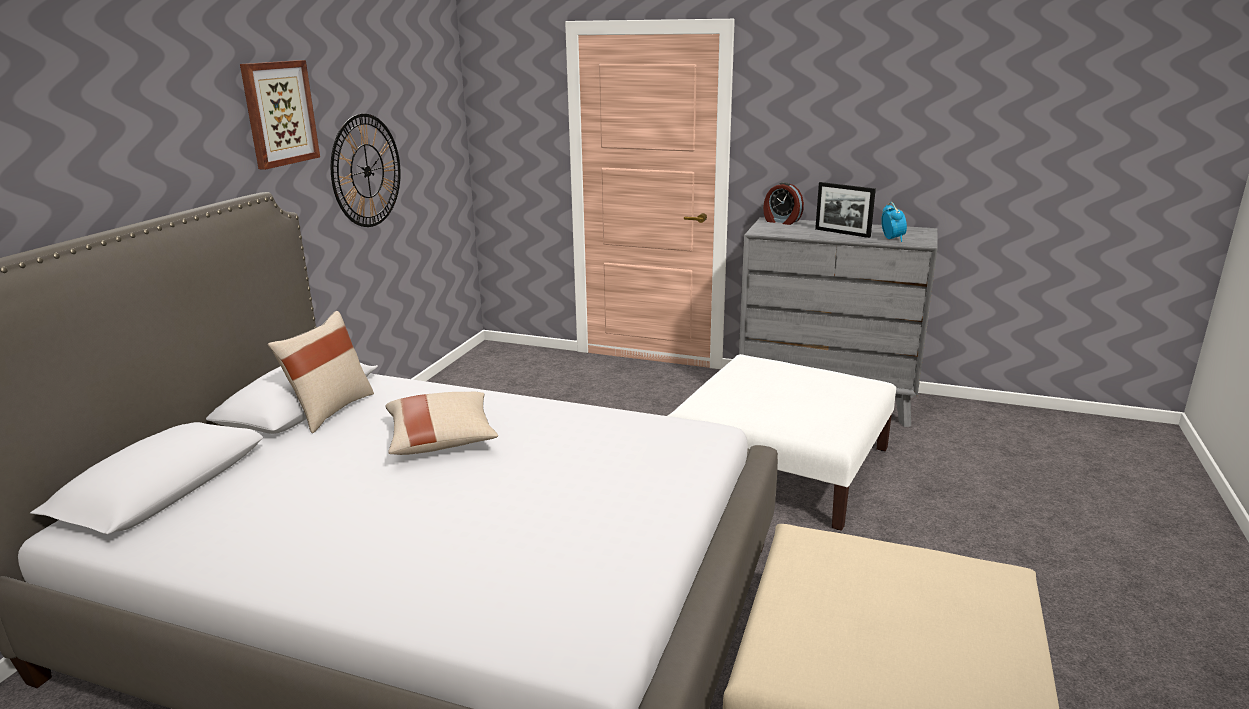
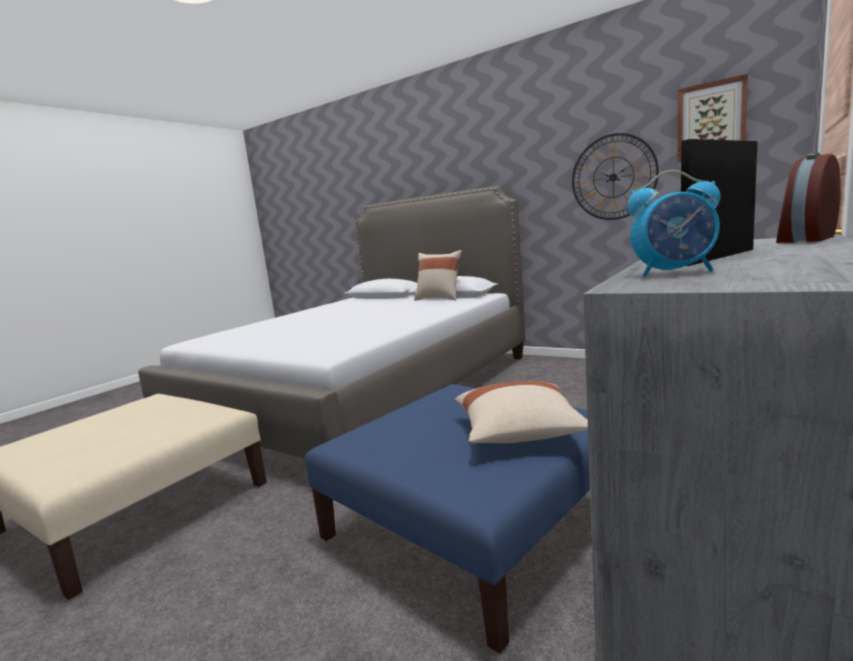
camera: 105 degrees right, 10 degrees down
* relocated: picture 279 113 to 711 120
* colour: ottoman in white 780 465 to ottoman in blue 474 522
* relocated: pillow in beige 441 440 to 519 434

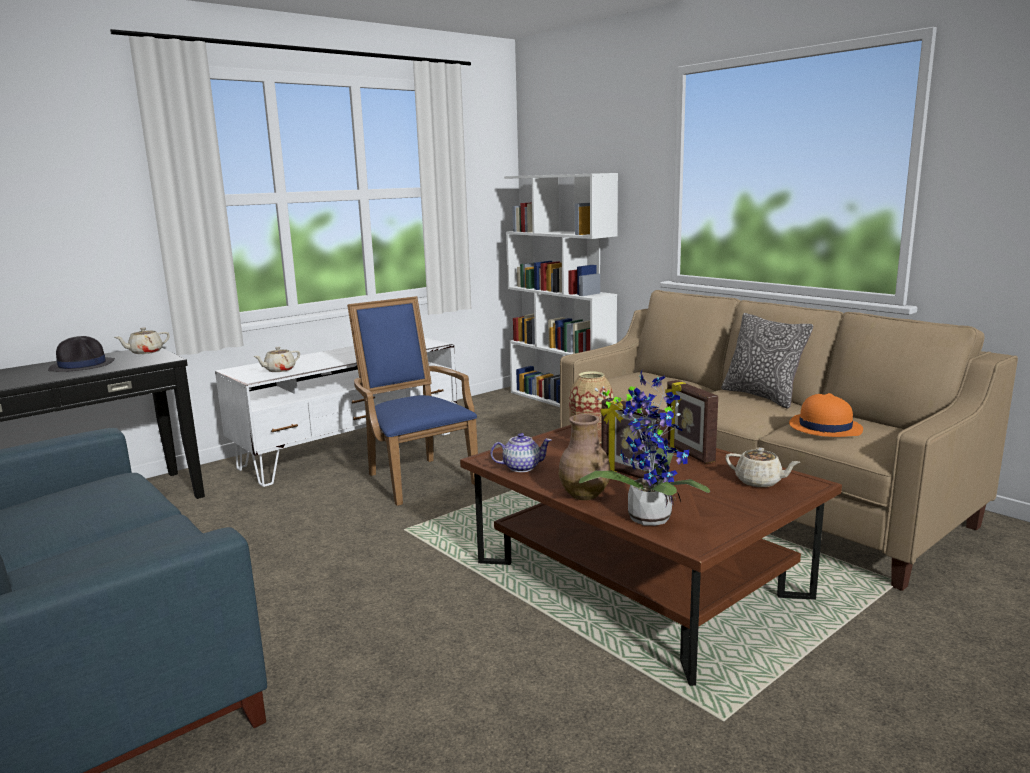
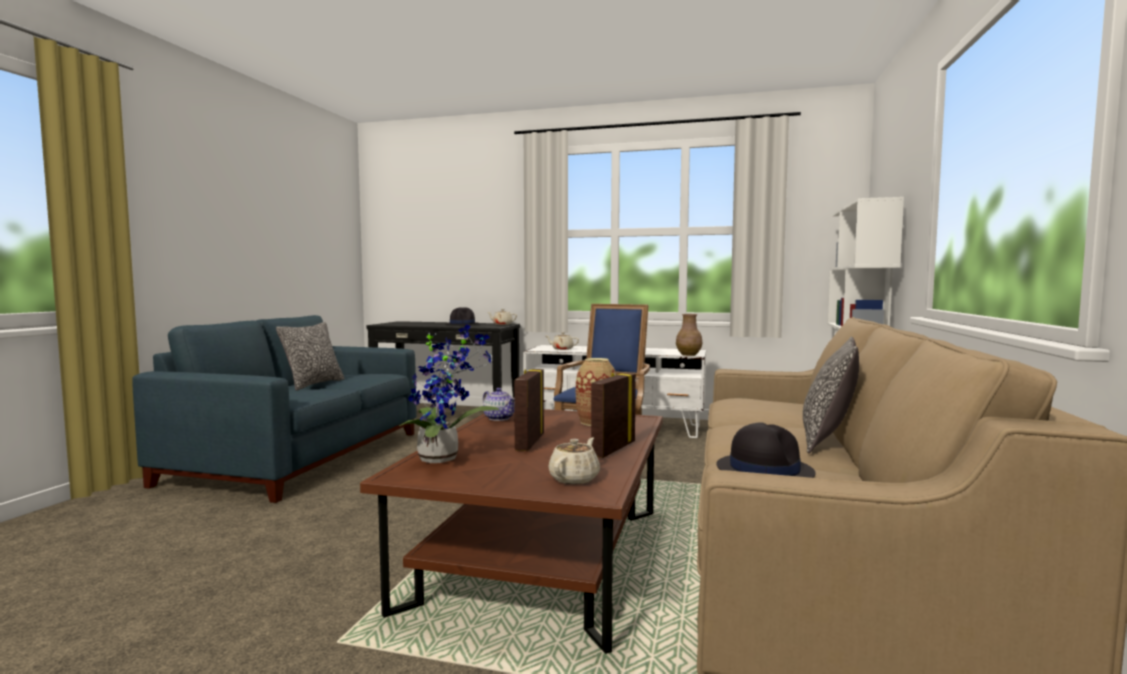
camera: 55 degrees right, 10 degrees down
* colour: hat in orange 824 427 to hat in black 764 470
* relocated: vase in brown 585 495 to 689 355
* spun: teapot in beige 759 482 = 575 478 150 degrees counterclockwise
* appeared: pillow 313 384

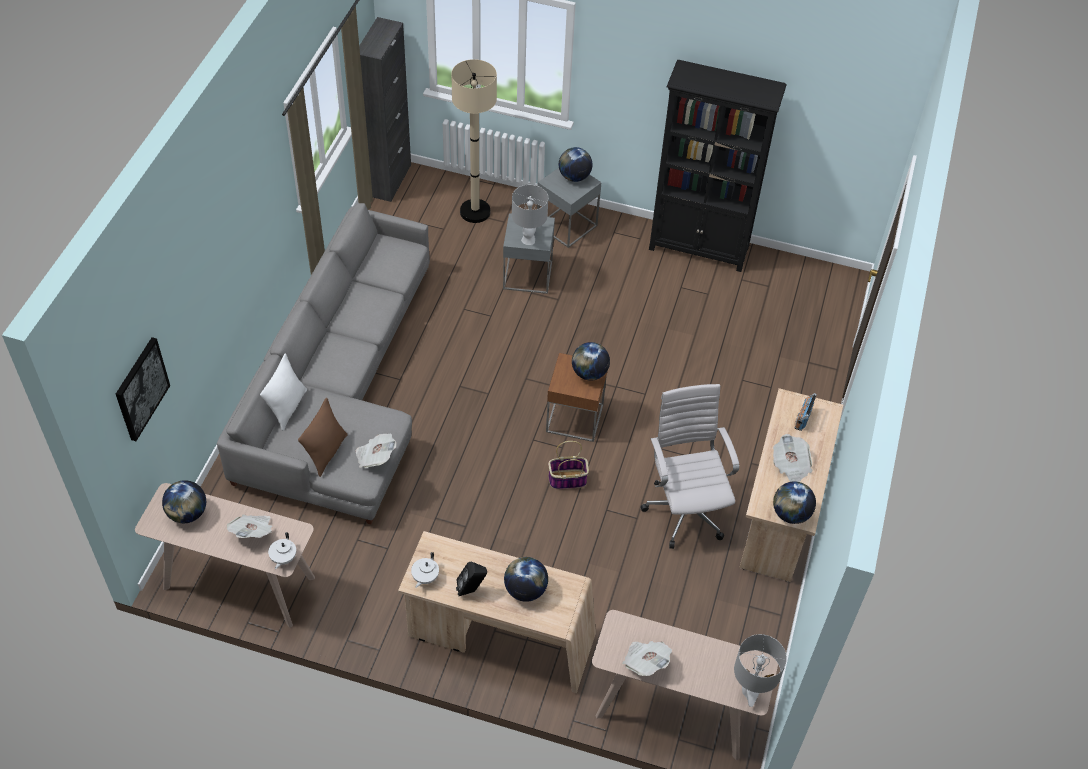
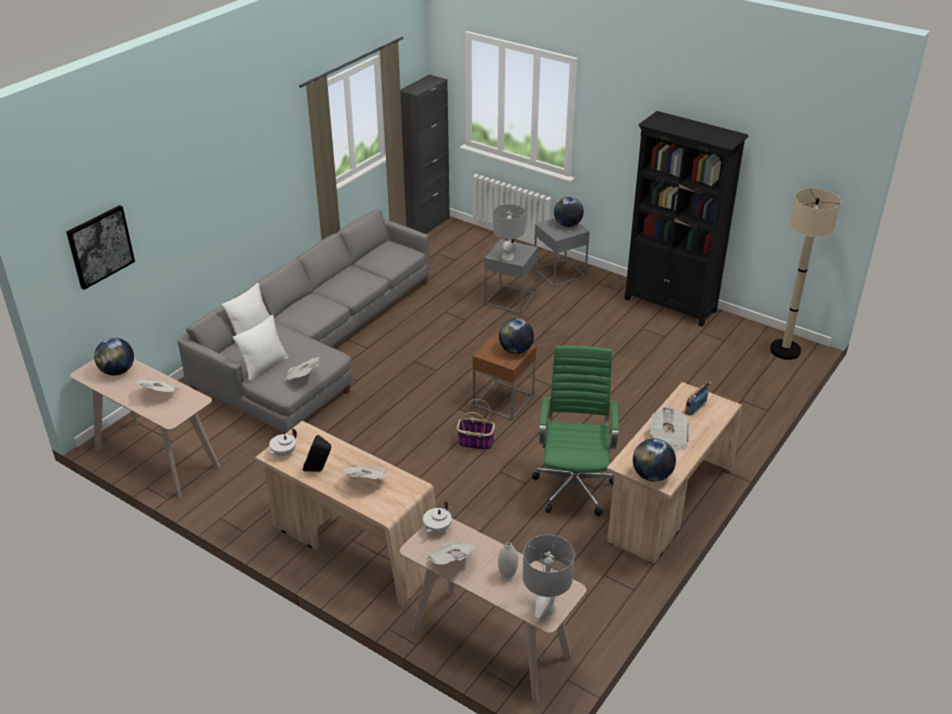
camera: 20 degrees right, 15 degrees down
* relocated: floor lamp in beige 475 212 to 785 350
* colour: office chair in white 684 509 to office chair in green 574 486
* colour: pillow in brown 326 453 to pillow in white 264 366
* relocated: teapot in white 283 558 to 437 528
* exchanged: globe 525 590 to newspaper 367 480
* appeared: vase in white 507 575

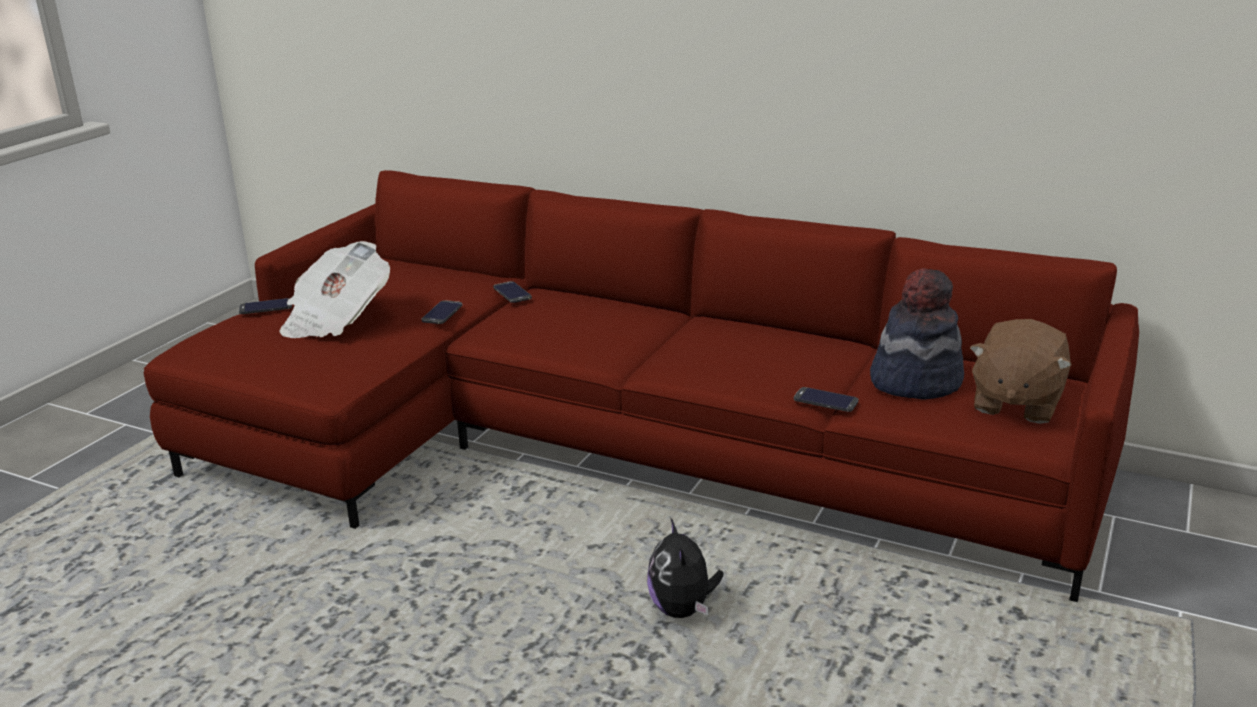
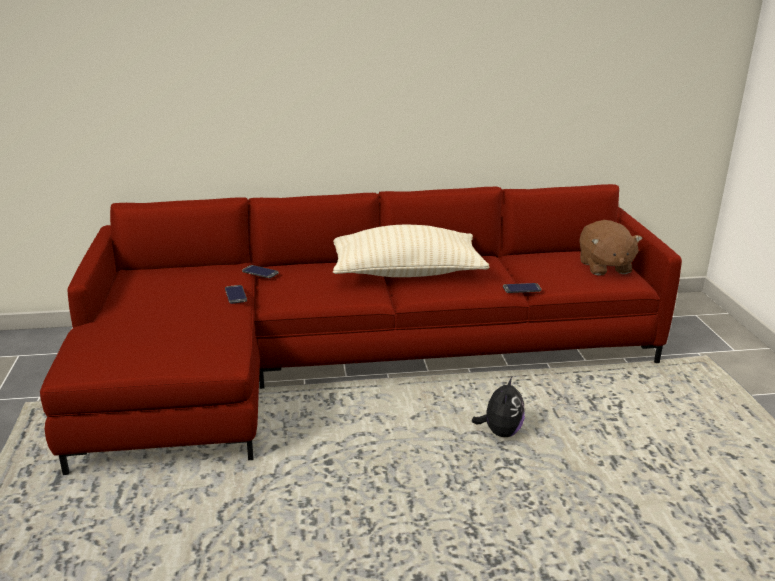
camera: 35 degrees left, 0 degrees up
* missing: newspaper 336 320
* missing: hat 915 381
* missing: phone 265 307
* spun: plush toy 683 609 = 500 432 120 degrees counterclockwise
* appeared: pillow in beige 406 273

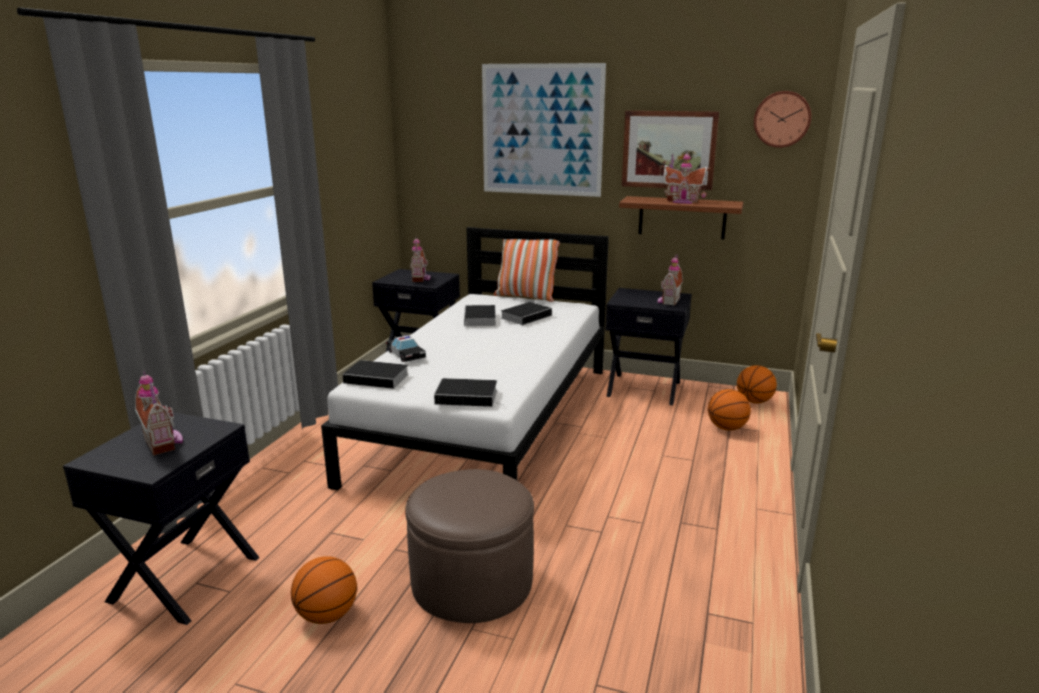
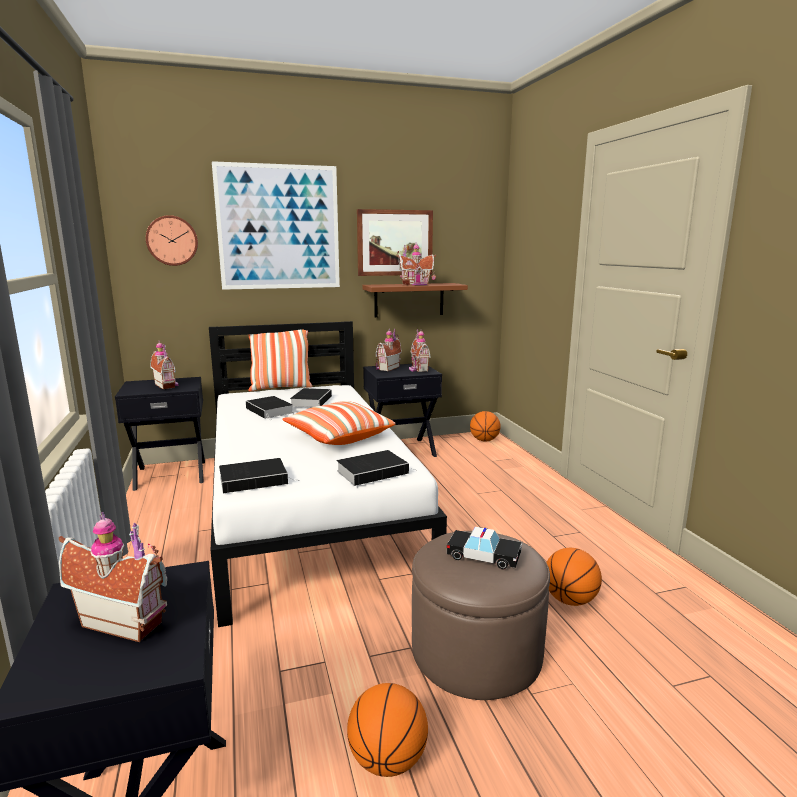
camera: 35 degrees left, 5 degrees down
* relocated: wall clock 782 119 to 172 240
* relocated: toy car 406 355 to 483 556
* relocated: basketball 726 428 to 570 600
* appeared: toy house 387 368
* appeared: pillow 338 437

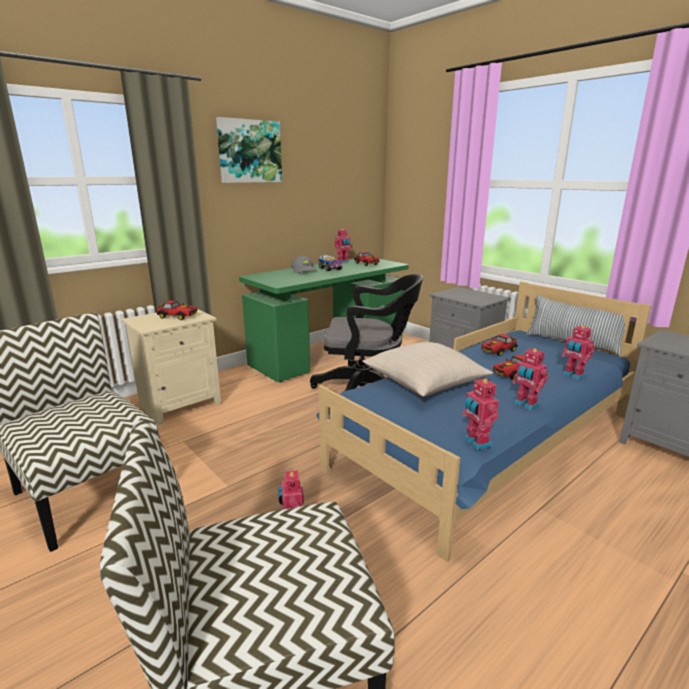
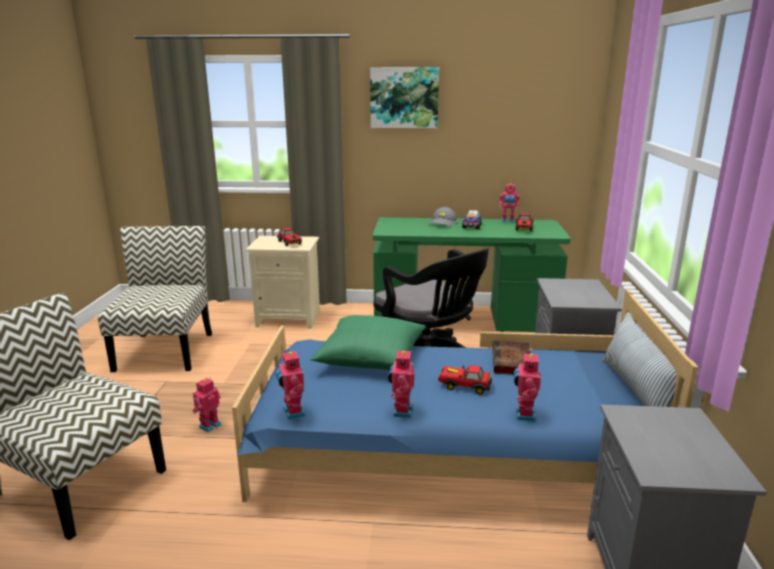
camera: 45 degrees right, 0 degrees up
* exchanged: toy car 498 351 to book 512 362
* colour: pillow in beige 424 383 to pillow in green 371 358
* spun: toy robot 476 443 = 292 412 45 degrees counterclockwise

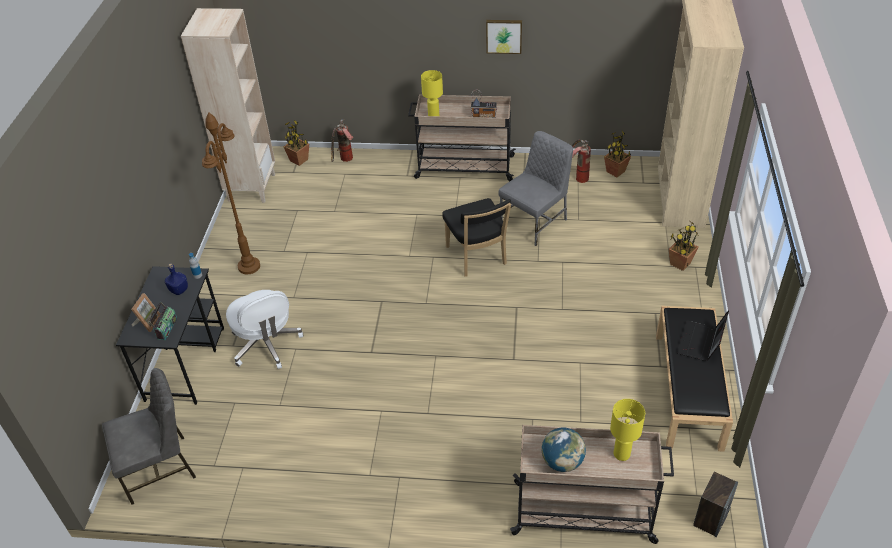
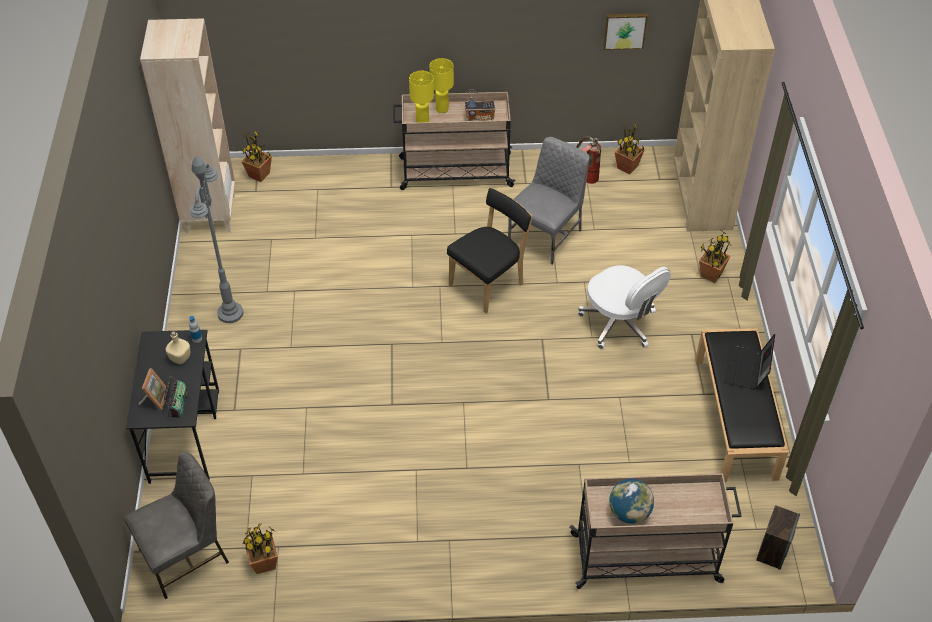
camera: 10 degrees left, 5 degrees up
* relocated: picture 504 36 to 624 30
* colour: floor lamp in brown 249 266 to floor lamp in grey 230 313
* missing: fire extinguisher 345 161
* spun: chair in black 477 257 = 489 283 105 degrees counterclockwise
* colour: bottle in blue 178 290 to bottle in beige 180 358
* relocated: office chair in white 266 344 to 619 323
* relocated: table lamp in yellow 621 454 to 441 109
* appeared: potted plant 264 563

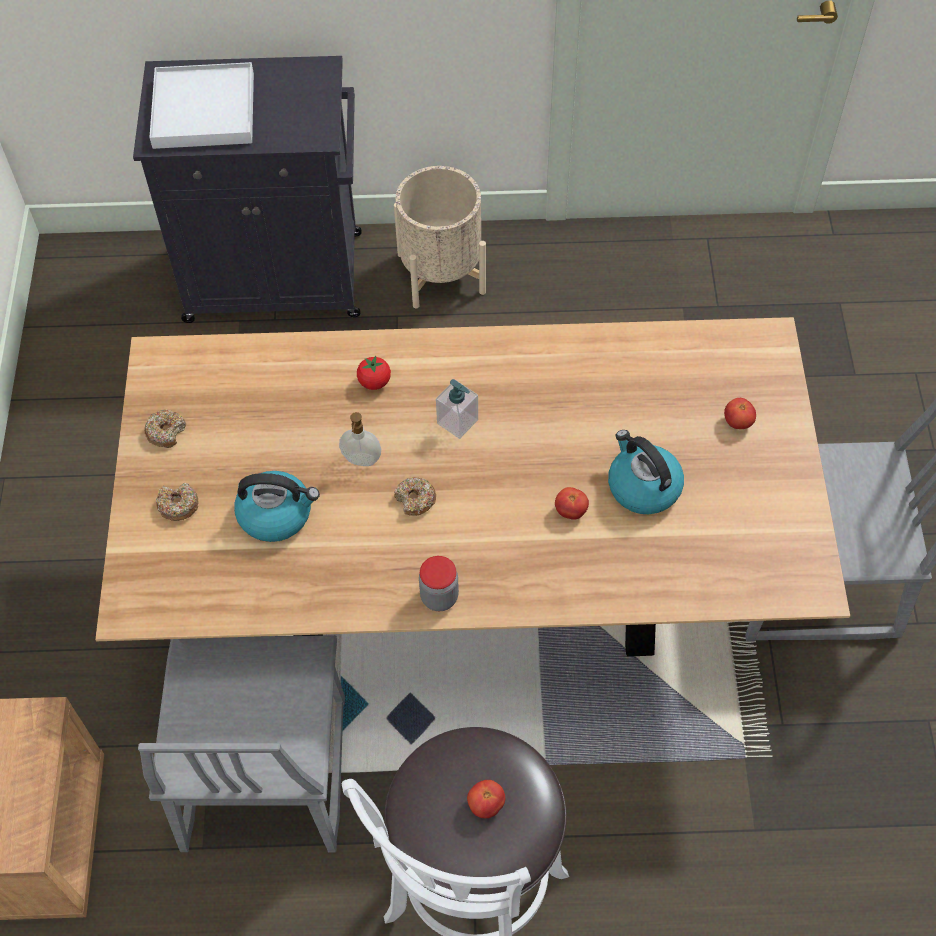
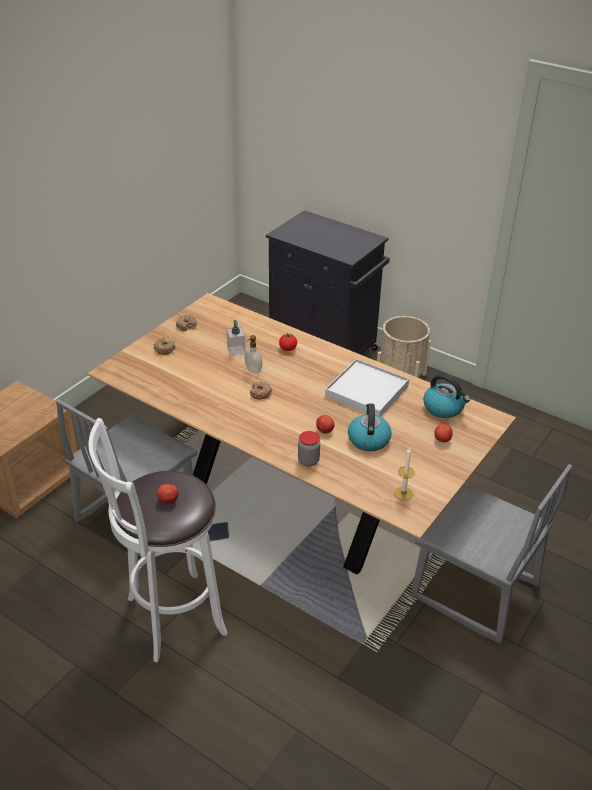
camera: 35 degrees right, 20 degrees down
* relocated: tray in white 204 110 to 367 391
* relocated: soap dispenser 457 422 to 236 351
* relocated: kettle 276 514 to 444 408
* relocated: jar 439 597 to 308 461
* appeared: candle 403 493

